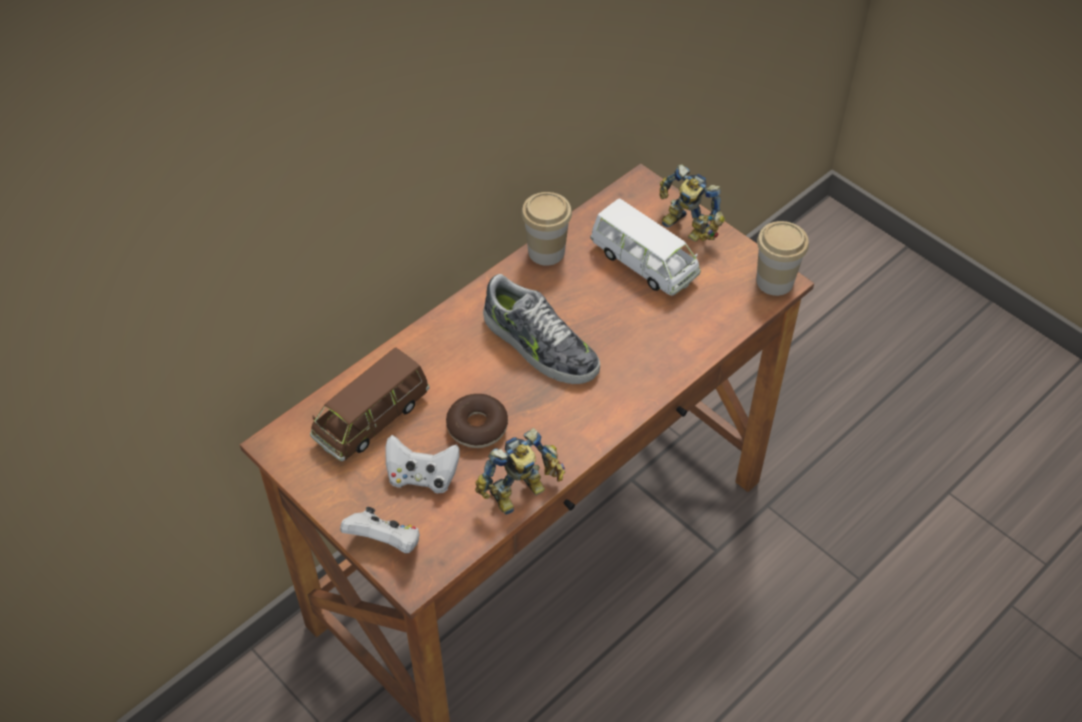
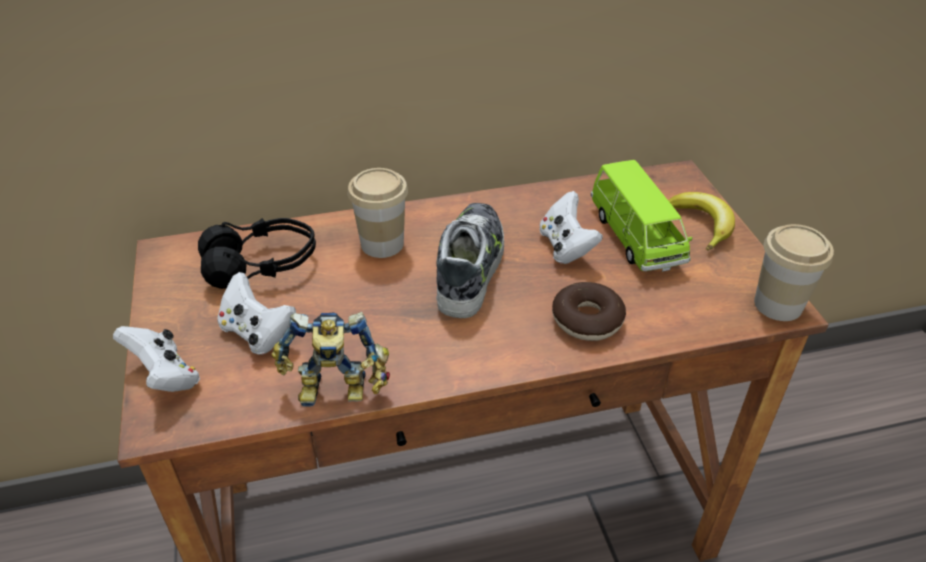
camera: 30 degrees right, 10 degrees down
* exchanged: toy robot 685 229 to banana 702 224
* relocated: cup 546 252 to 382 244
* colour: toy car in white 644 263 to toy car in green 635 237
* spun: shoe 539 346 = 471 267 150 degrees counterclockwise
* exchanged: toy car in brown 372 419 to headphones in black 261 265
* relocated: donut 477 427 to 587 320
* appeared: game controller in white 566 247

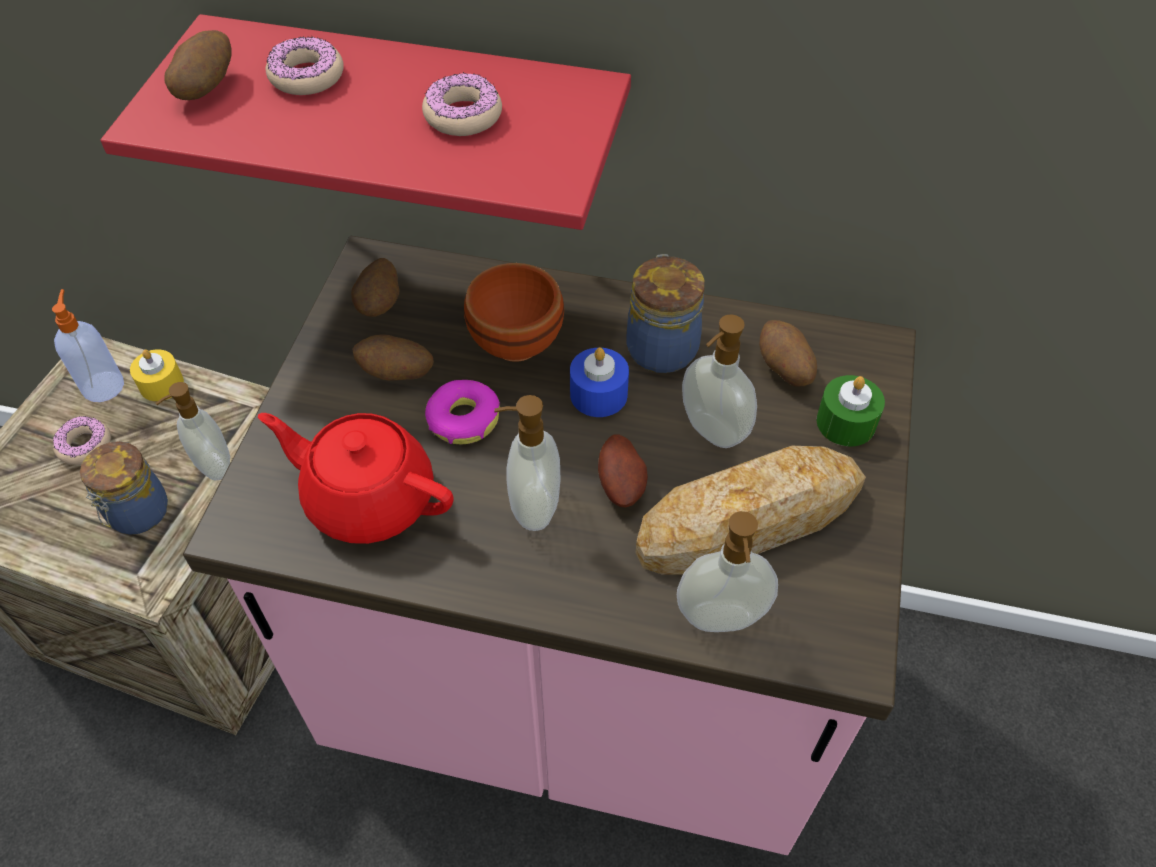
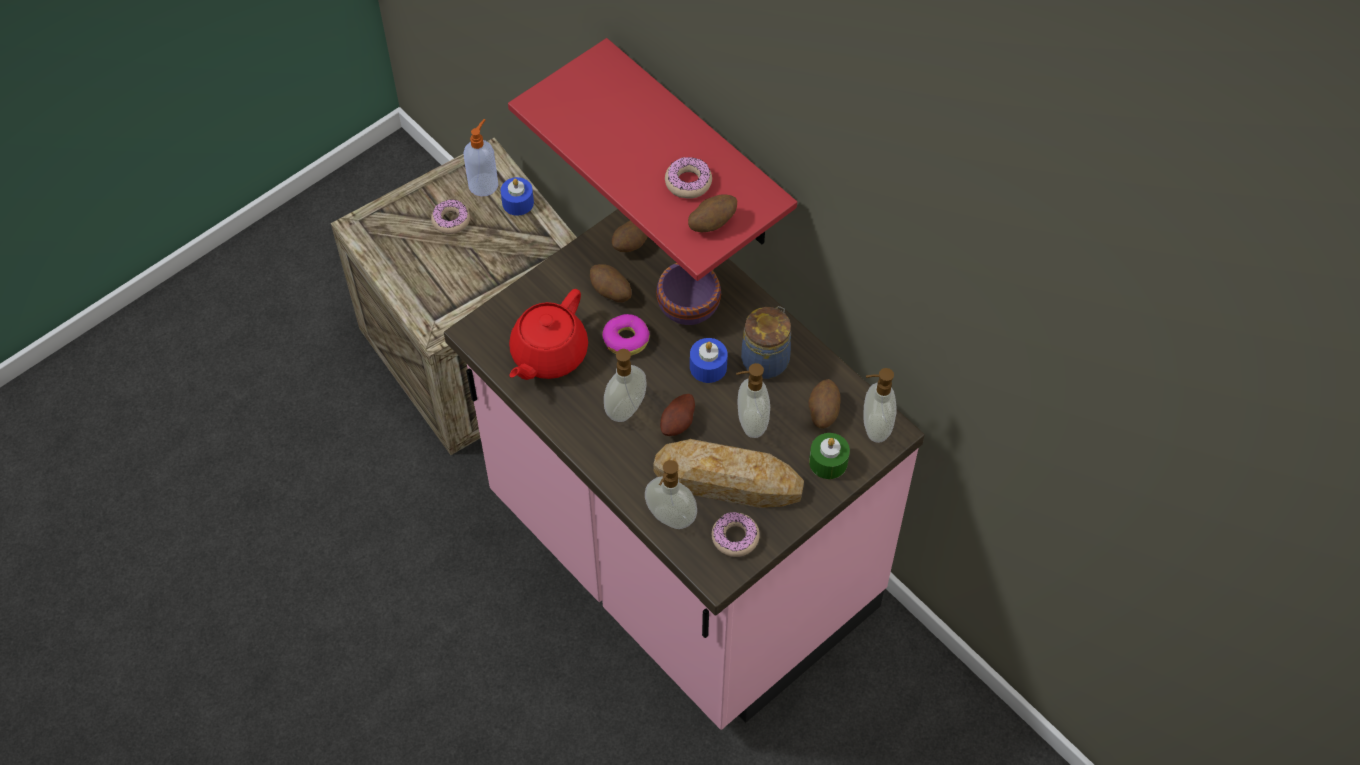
camera: 35 degrees right, 5 degrees up
* relocated: potato 205 89 to 712 223
* relocated: donut 307 76 to 735 537
* colour: bowl in brown 515 345 to bowl in purple 686 311
* colour: candle in yellow 161 384 to candle in blue 518 202
* relocated: soap dispenser 212 466 to 874 427
* spun: teapot in red 368 497 = 548 354 120 degrees counterclockwise
* missing: jar 137 514

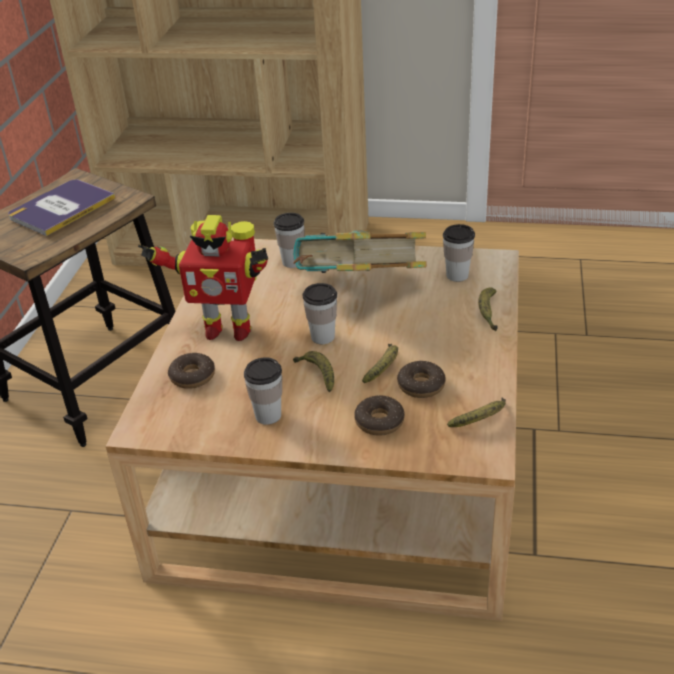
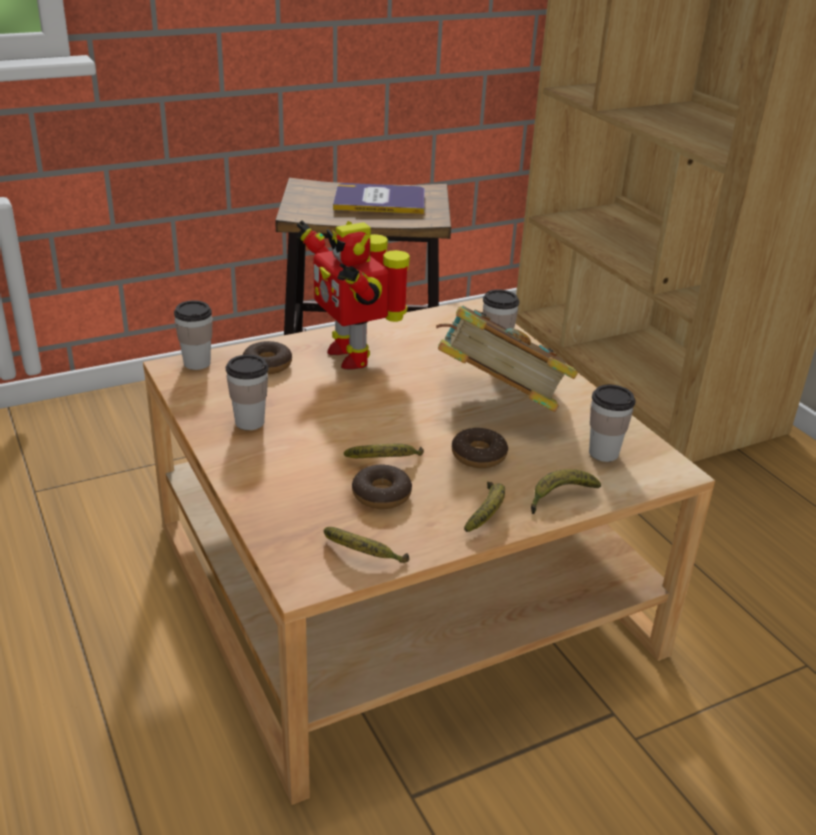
camera: 50 degrees right, 5 degrees down
* relocated: cup 323 337 to 197 363
* relocated: banana 317 375 to 487 513
* relocated: donut 379 421 to 478 455

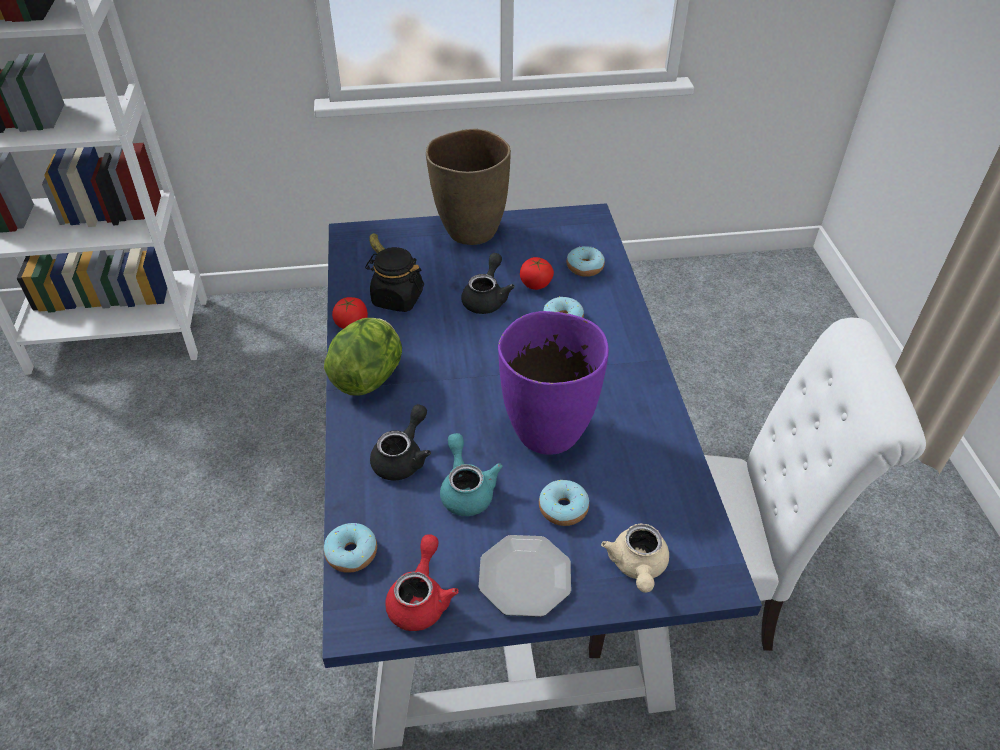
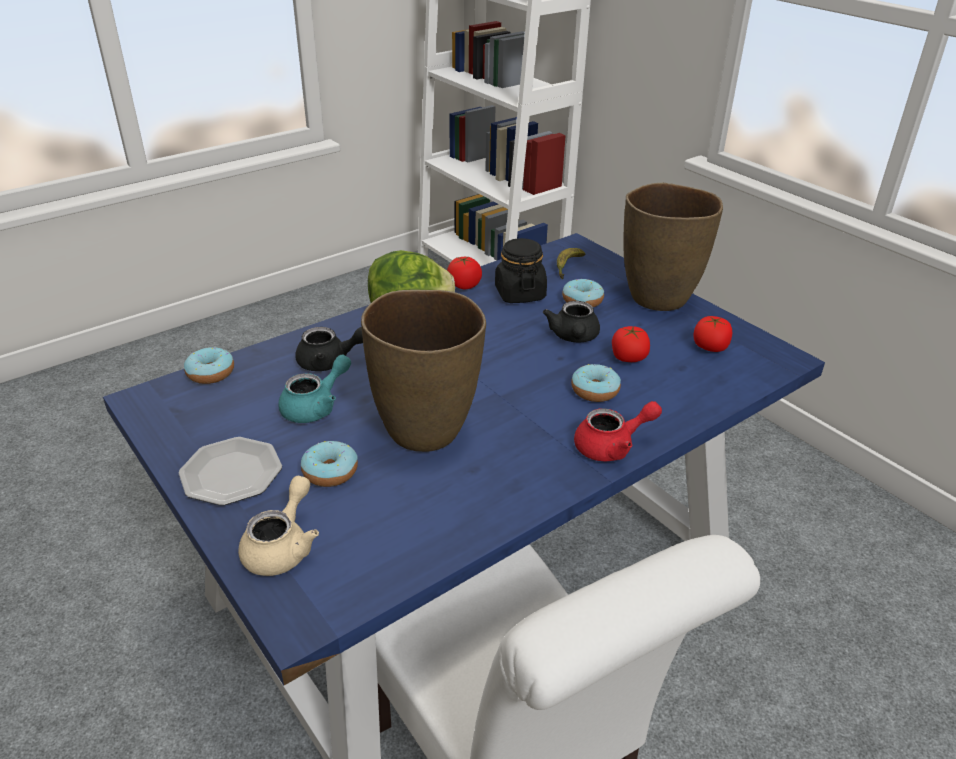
camera: 60 degrees right, 10 degrees down
* relocated: donut 585 267 to 582 301
* spun: teapot in black 486 298 = 573 337 105 degrees clockwise
* colour: vase in purple 547 430 to vase in brown 426 430
* spun: teapot in beige 637 567 = 283 547 135 degrees clockwise
* relocated: teapot in red 421 598 to 612 446
* appeared: tomato 710 347

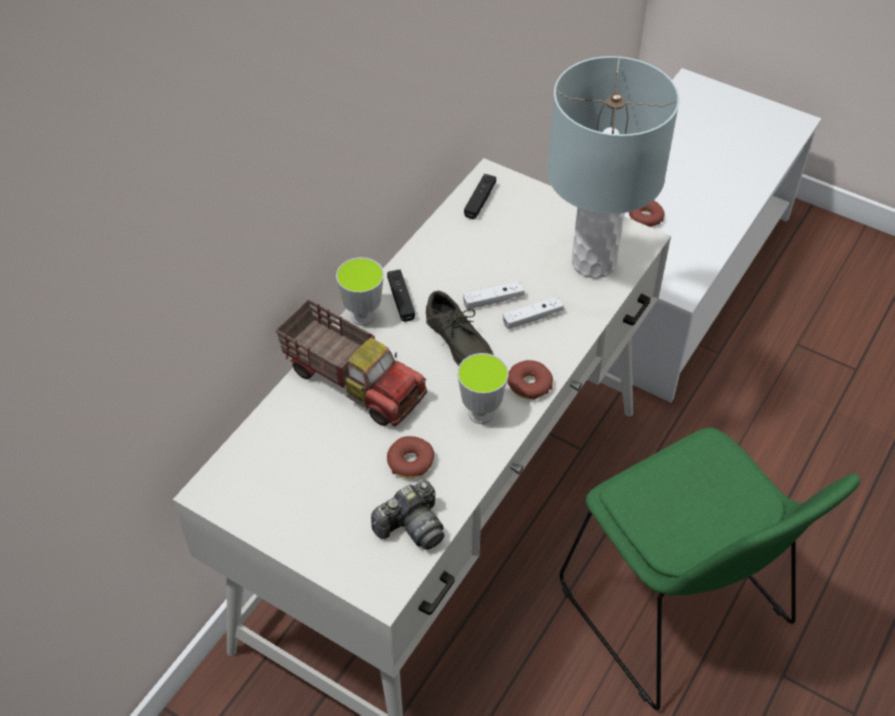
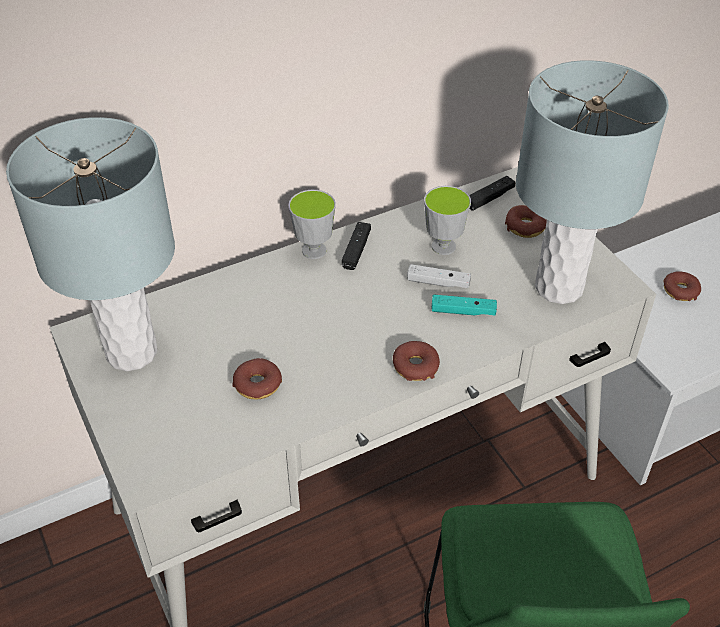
camera: 30 degrees right, 5 degrees down
* missing: shoe in grey 456 345
* colour: game controller in white 532 318 to game controller in turquoise 463 311
* missing: toy truck 353 380
* relocated: cup 481 413 to 443 246
* missing: photo camera 411 526
* appeared: table lamp in grey 132 351
* appeared: donut 525 227

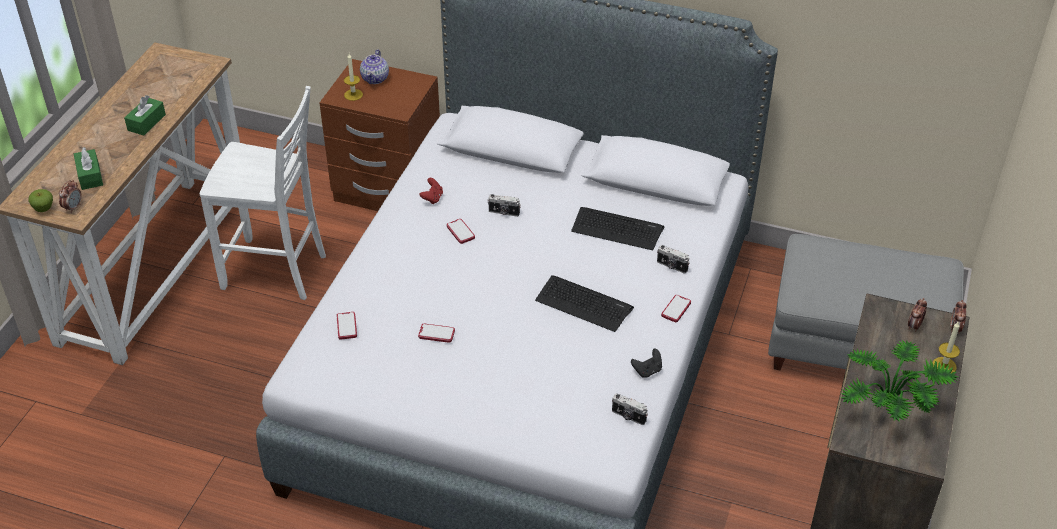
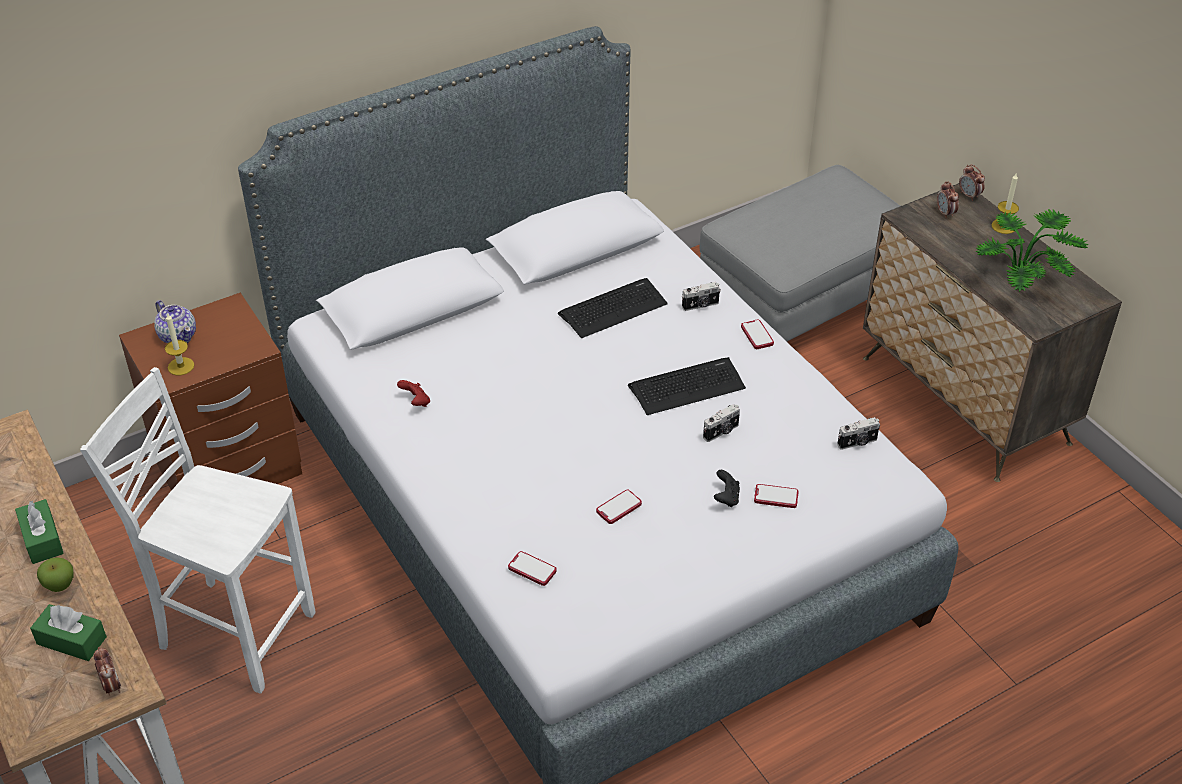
camera: 50 degrees left, 0 degrees up
* spun: chair in white 276 272 = 234 631 120 degrees counterclockwise
* relocated: apple 44 209 to 60 585
* relocated: photo camera 504 212 to 721 432
* relocated: phone 460 232 to 776 497
* relocated: game controller in black 647 371 to 726 498

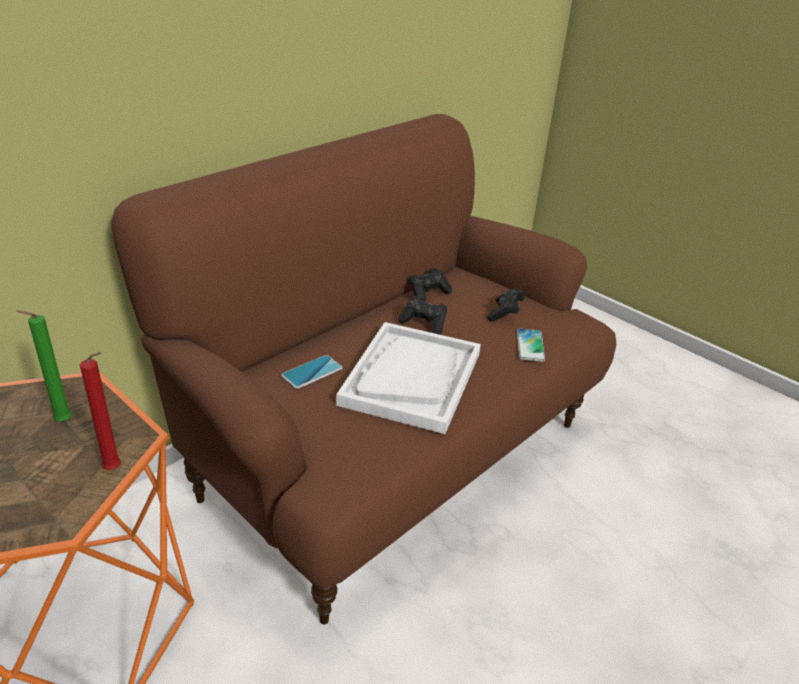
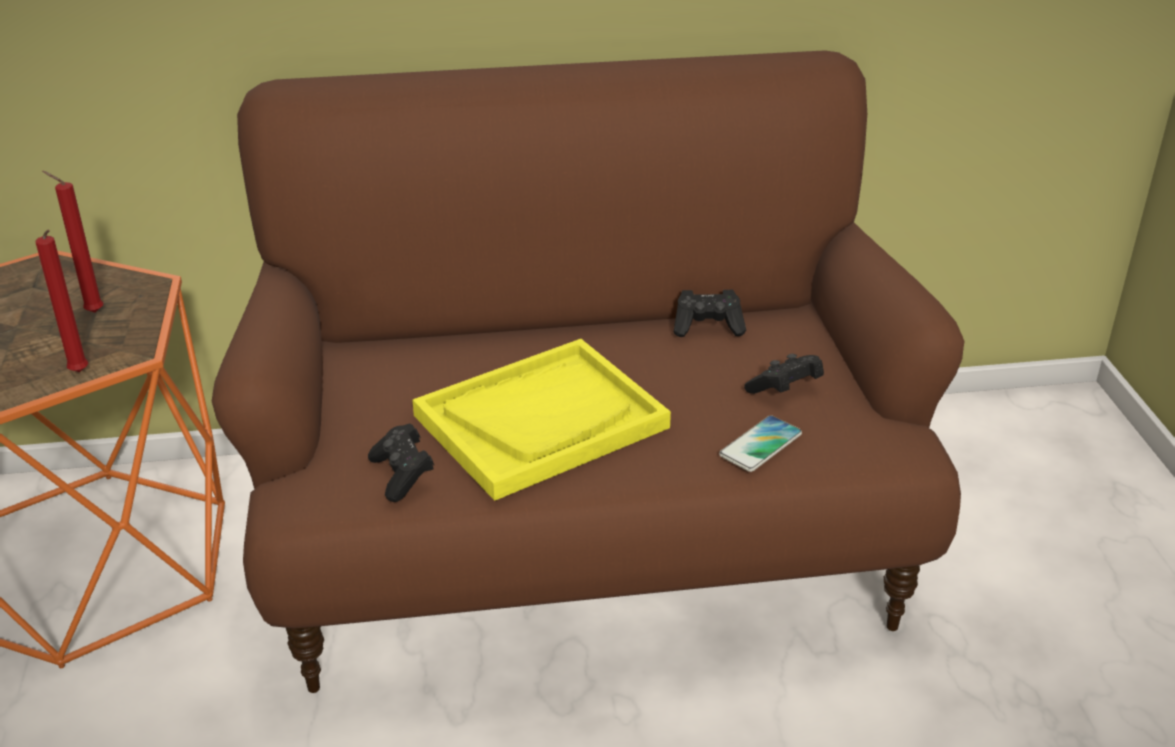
camera: 40 degrees right, 0 degrees up
* relocated: game controller in black 424 324 to 402 475
* colour: candle in green 60 422 to candle in red 91 312
* colour: tray in white 411 378 to tray in yellow 541 421
* missing: phone 312 372

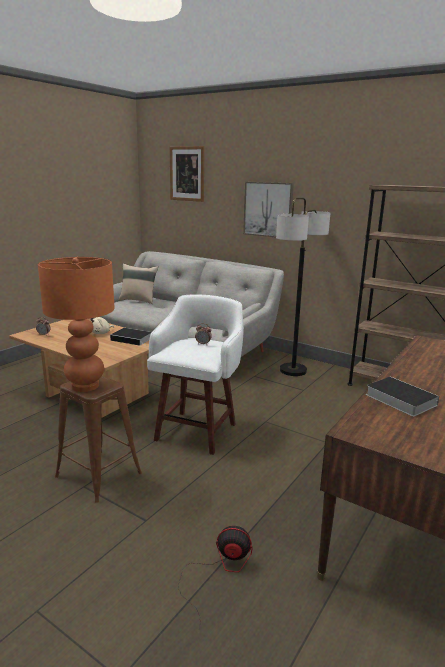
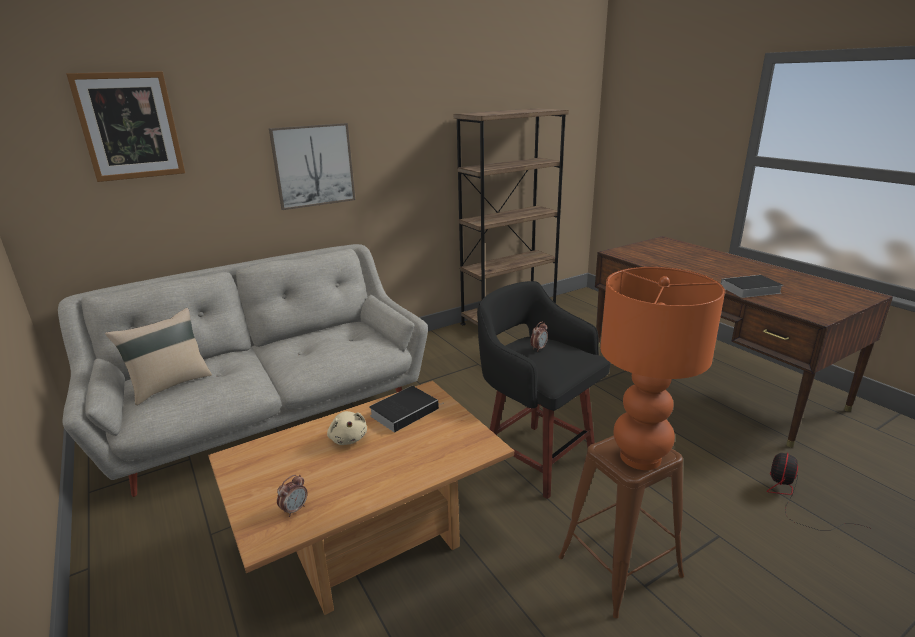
camera: 65 degrees left, 5 degrees up
* missing: floor lamp 293 370
* colour: stool in white 197 430 to stool in black 536 457

